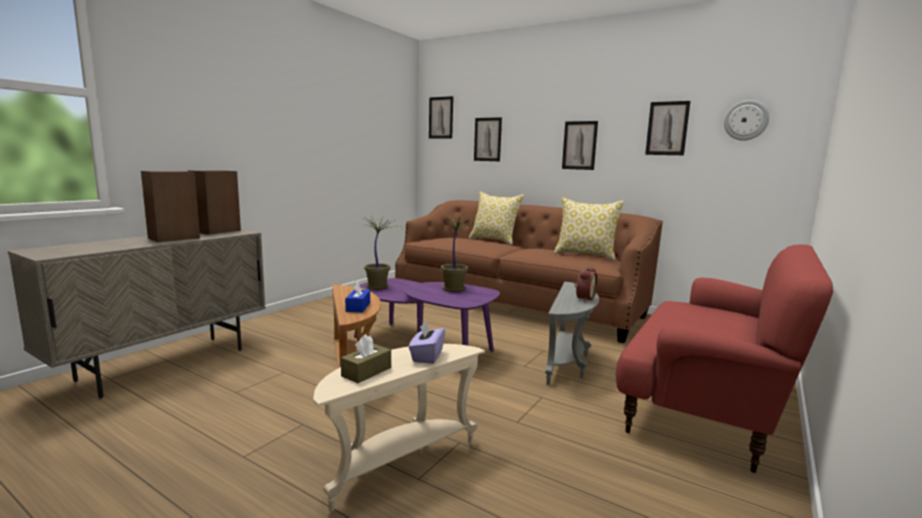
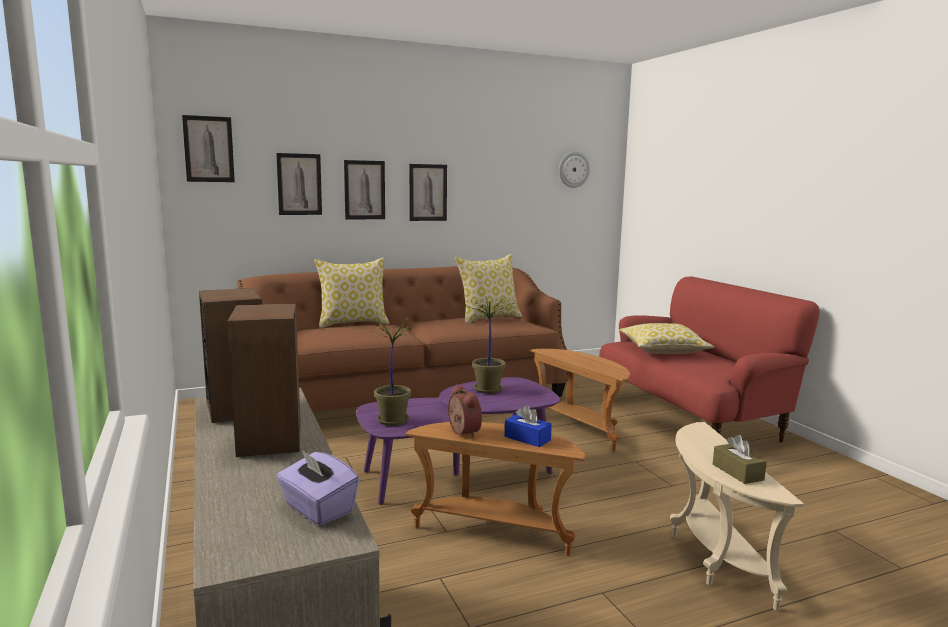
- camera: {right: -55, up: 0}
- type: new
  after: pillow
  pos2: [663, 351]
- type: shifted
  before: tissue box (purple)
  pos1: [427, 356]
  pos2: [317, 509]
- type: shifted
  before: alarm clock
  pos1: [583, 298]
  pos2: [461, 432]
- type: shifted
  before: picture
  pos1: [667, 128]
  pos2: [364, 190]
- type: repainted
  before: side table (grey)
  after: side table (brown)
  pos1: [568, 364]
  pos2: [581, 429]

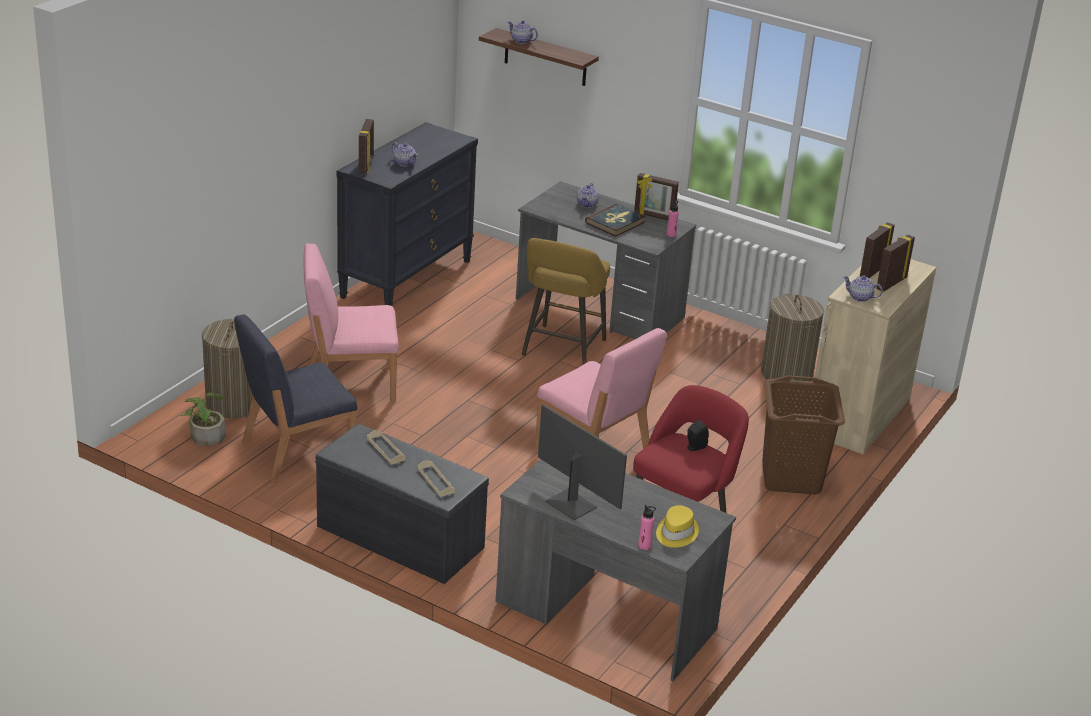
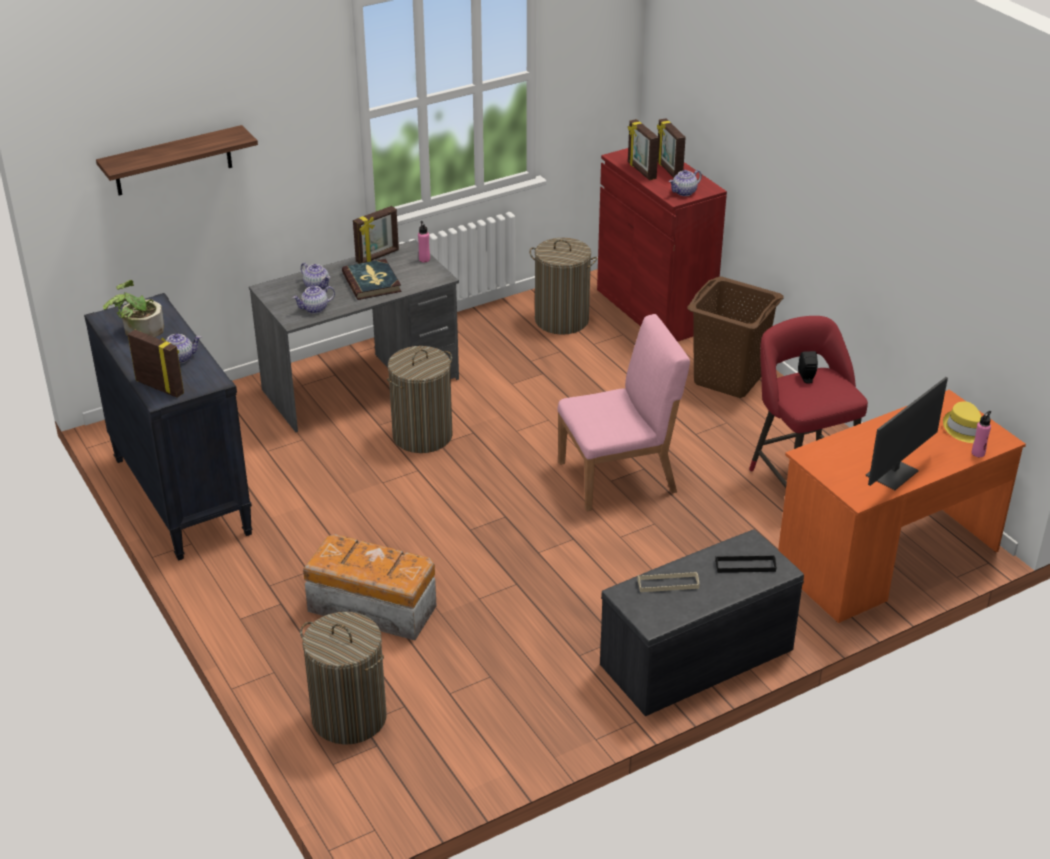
- camera: {right: -60, up: 5}
- type: gone
  before: chair (blue)
  pos1: [296, 451]
- type: shifted
  before: potted plant
  pos1: [205, 434]
  pos2: [138, 330]
- type: shifted
  before: teapot
  pos1: [521, 41]
  pos2: [314, 309]
- type: swapped
  before: chair (pink)
  after: storage box
  pos1: [350, 382]
  pos2: [372, 607]
- type: swapped
  before: stool (yellow)
  after: laundry basket
  pos1: [562, 351]
  pos2: [422, 436]
- type: repainted
  before: tray (beige)
  after: tray (black)
  pos1: [435, 481]
  pos2: [745, 566]
- type: repainted
  before: desk (grey)
  after: desk (orange)
  pos1: [605, 615]
  pos2: [887, 559]
- type: repainted
  before: cabinet (beige)
  after: cabinet (red)
  pos1: [858, 416]
  pos2: [655, 309]
- type: rotated
  before: monitor
  pos1: [571, 504]
  pos2: [893, 474]
  turn: 150

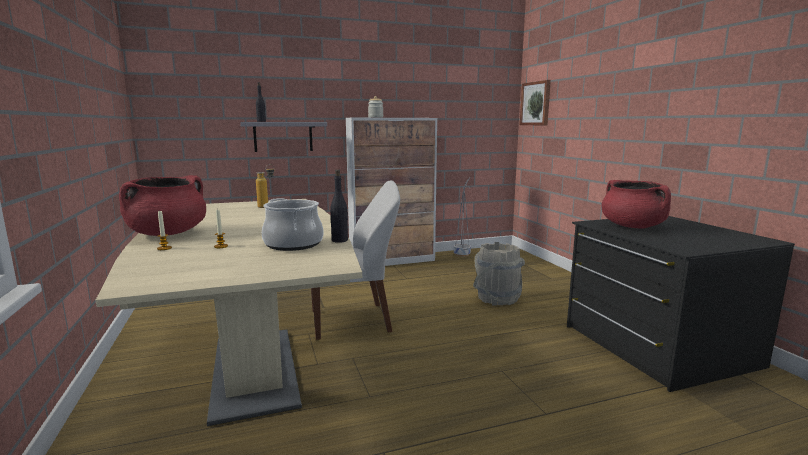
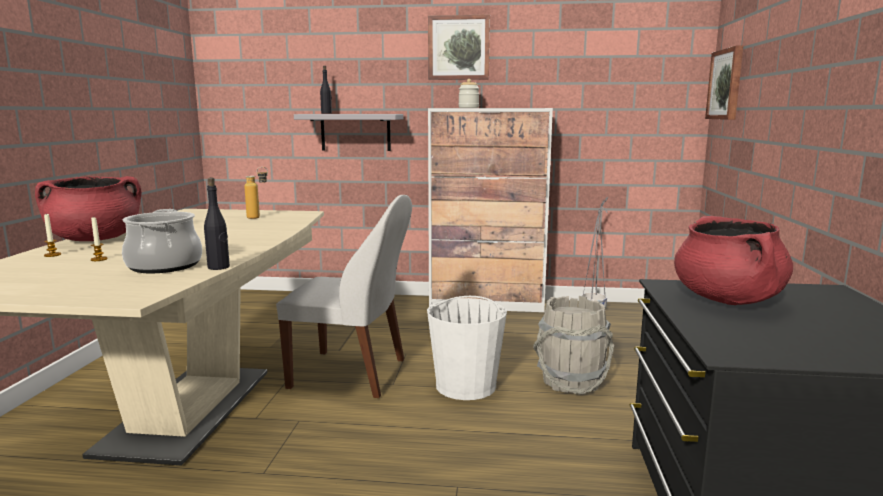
- camera: {right: 25, up: 0}
- type: new
  after: bucket (white)
  pos2: [466, 385]
- type: new
  after: picture
  pos2: [459, 48]

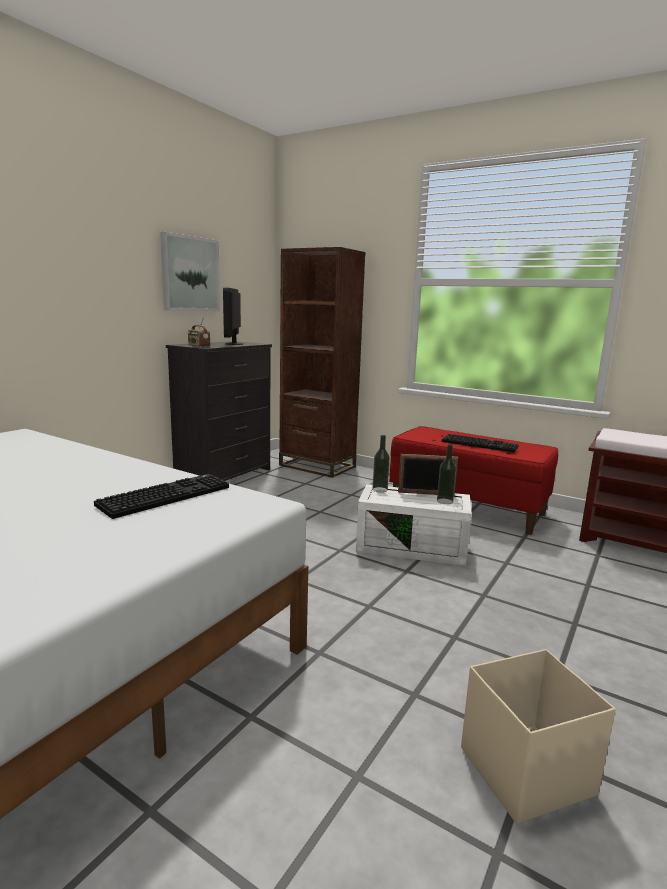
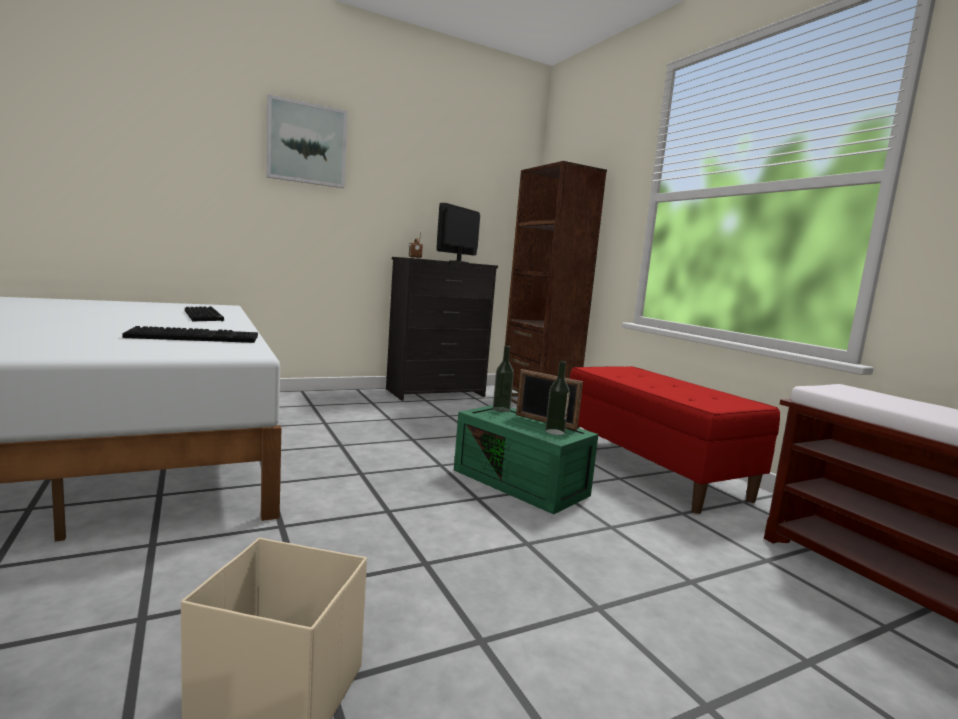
- camera: {right: 30, up: -5}
- type: shifted
  before: picture
  pos1: [190, 274]
  pos2: [306, 144]
- type: shifted
  before: keyboard
  pos1: [480, 444]
  pos2: [205, 316]
- type: repainted
  before: storage box (white)
  after: storage box (green)
  pos1: [413, 546]
  pos2: [522, 483]

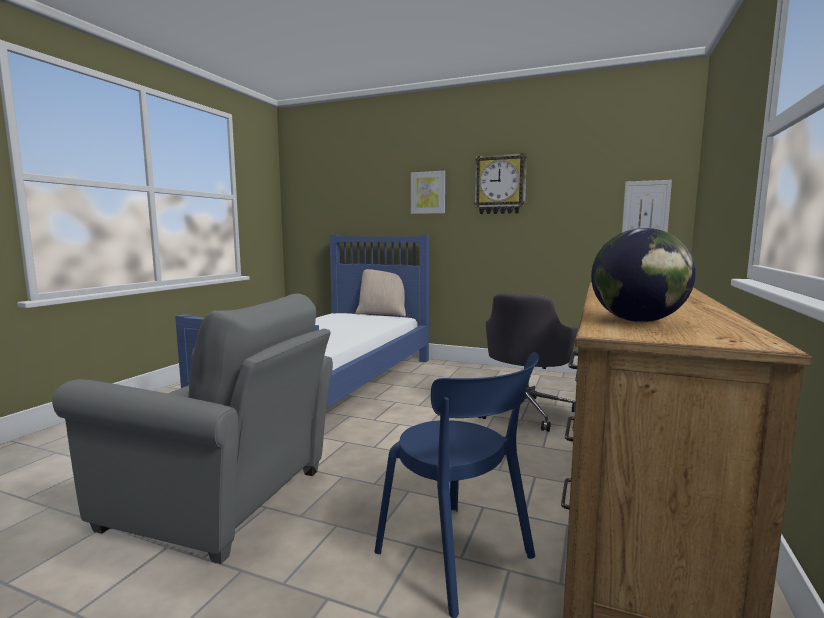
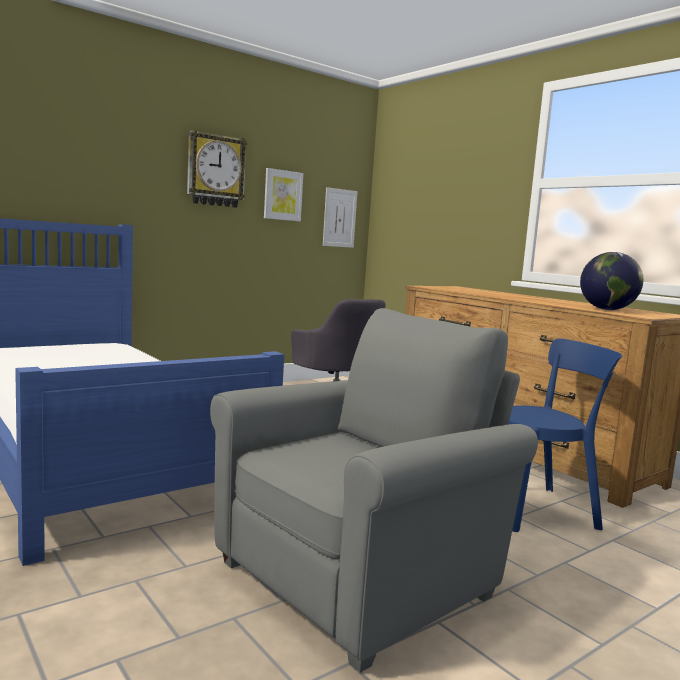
- camera: {right: -60, up: 0}
- type: gone
  before: pillow (beige)
  pos1: [383, 314]
- type: shifted
  before: picture
  pos1: [428, 192]
  pos2: [282, 195]

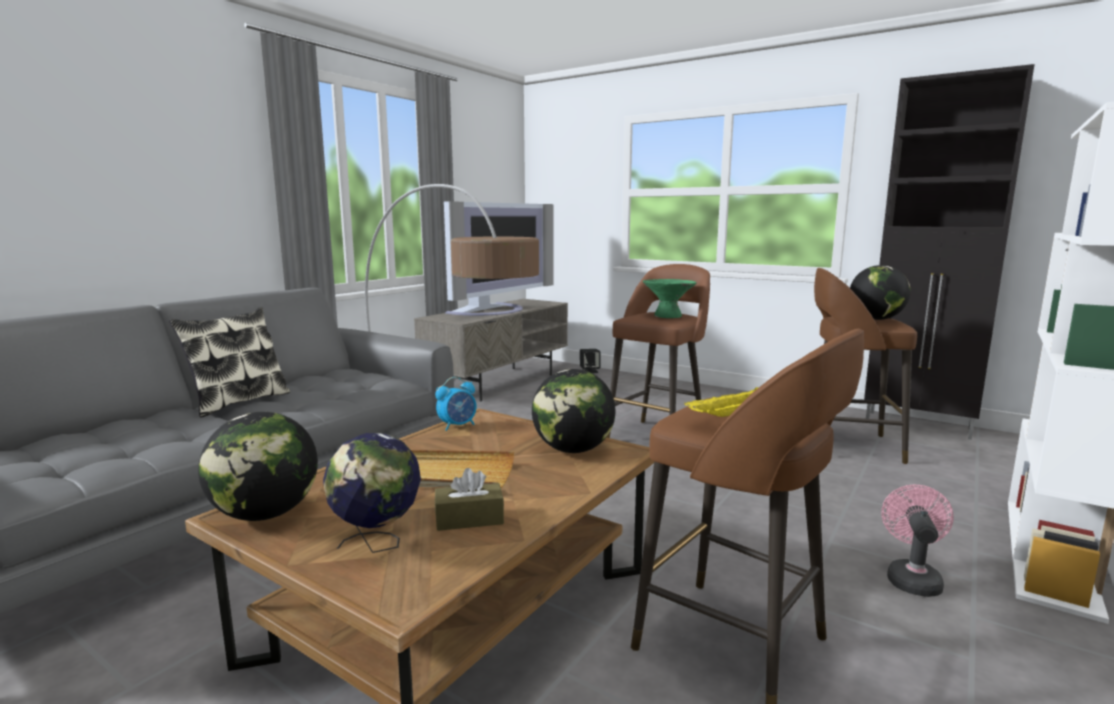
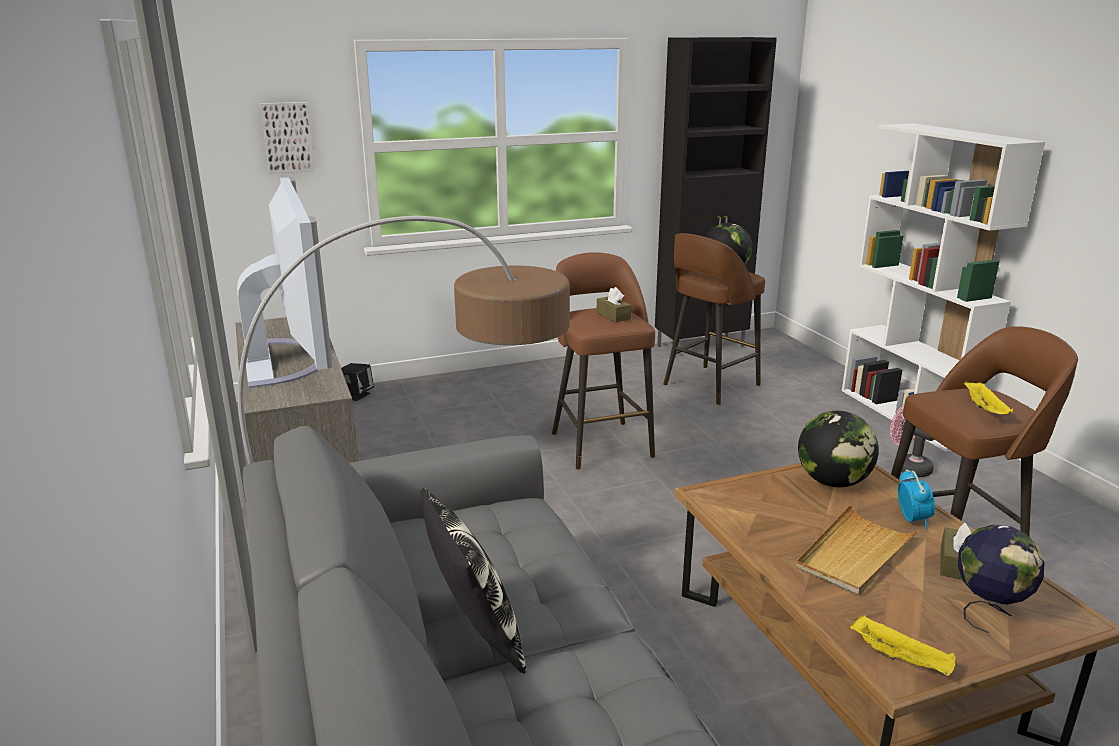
- camera: {right: -55, up: 10}
- type: new
  after: picture
  pos2: [287, 137]
- type: shifted
  before: alarm clock
  pos1: [458, 426]
  pos2: [912, 519]
- type: swapped
  before: globe
  after: tray (yellow)
  pos1: [265, 514]
  pos2: [901, 659]
- type: swapped
  before: bowl (green)
  after: tissue box (brown)
  pos1: [667, 316]
  pos2: [613, 316]

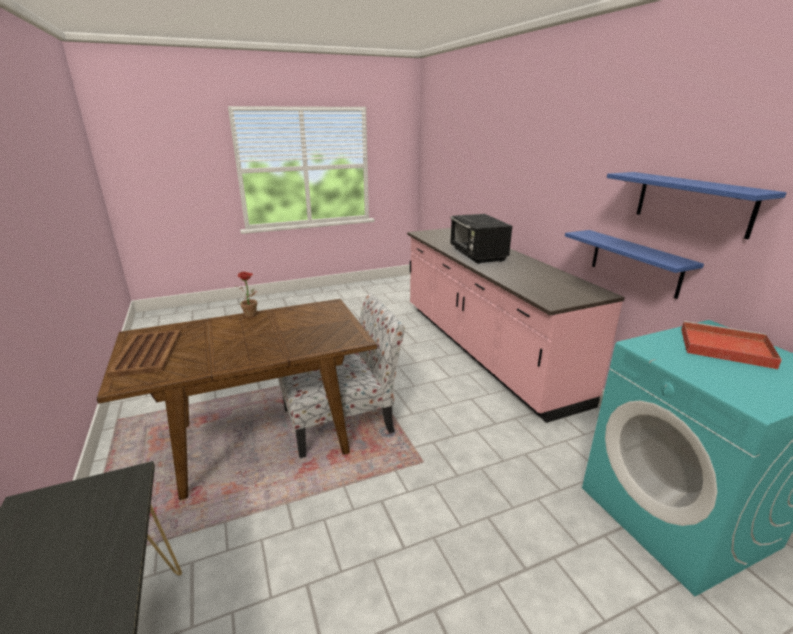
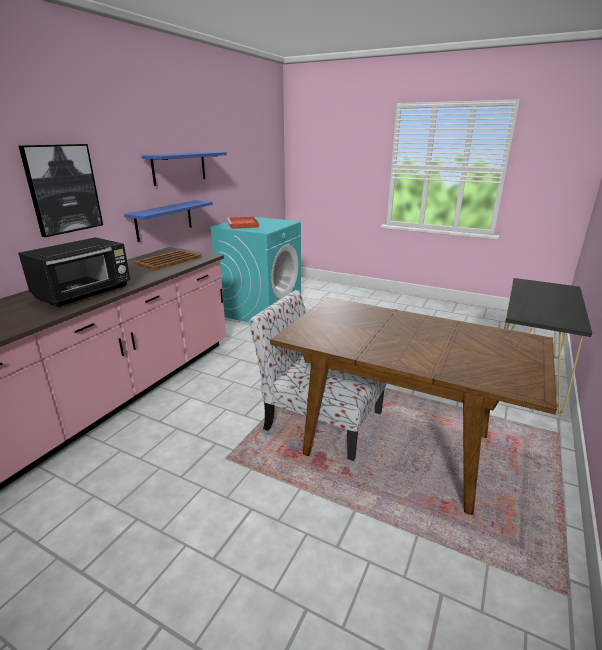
- camera: {right: -130, up: 0}
- type: gone
  before: potted plant
  pos1: [252, 316]
- type: new
  after: picture
  pos2: [63, 189]
- type: shifted
  before: tray (brown)
  pos1: [148, 352]
  pos2: [167, 261]

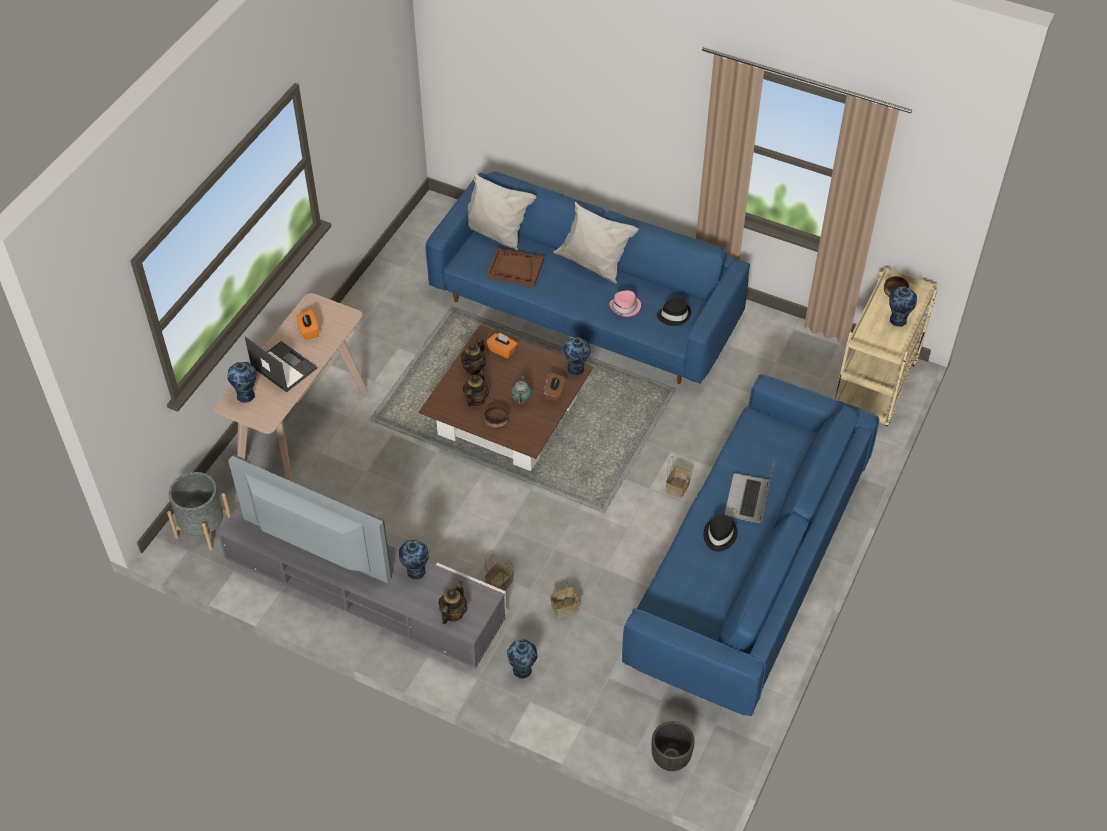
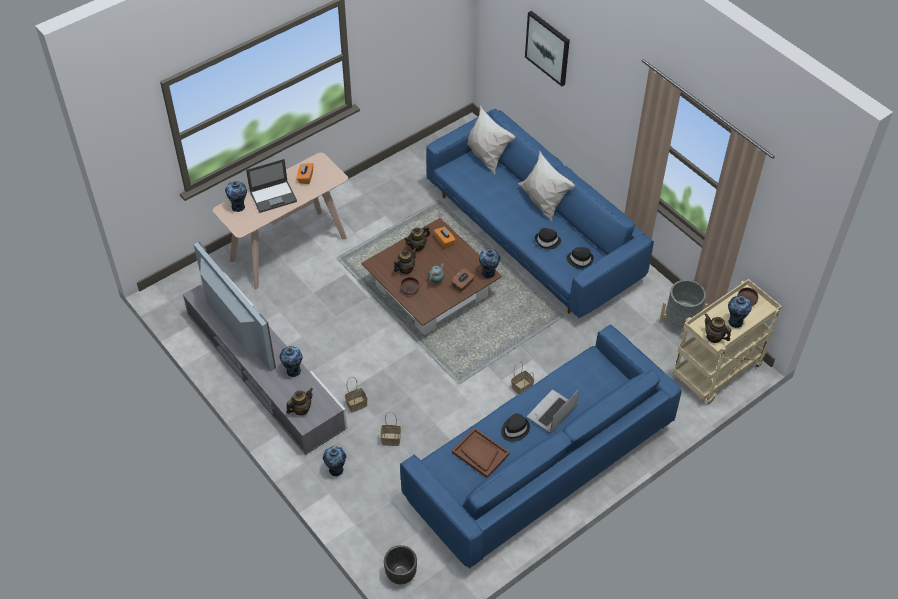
- camera: {right: 25, up: 0}
- type: new
  after: picture
  pos2: [548, 47]
- type: new
  after: teapot
  pos2: [714, 337]
- type: shifted
  before: planter (grey)
  pos1: [203, 528]
  pos2: [680, 322]
- type: shifted
  before: tray (brown)
  pos1: [515, 269]
  pos2: [480, 453]
- type: repainted
  before: hat (pink)
  after: hat (black)
  pos1: [625, 307]
  pos2: [547, 241]
- type: rotated
  before: laptop
  pos1: [283, 367]
  pos2: [273, 196]
  turn: 90

